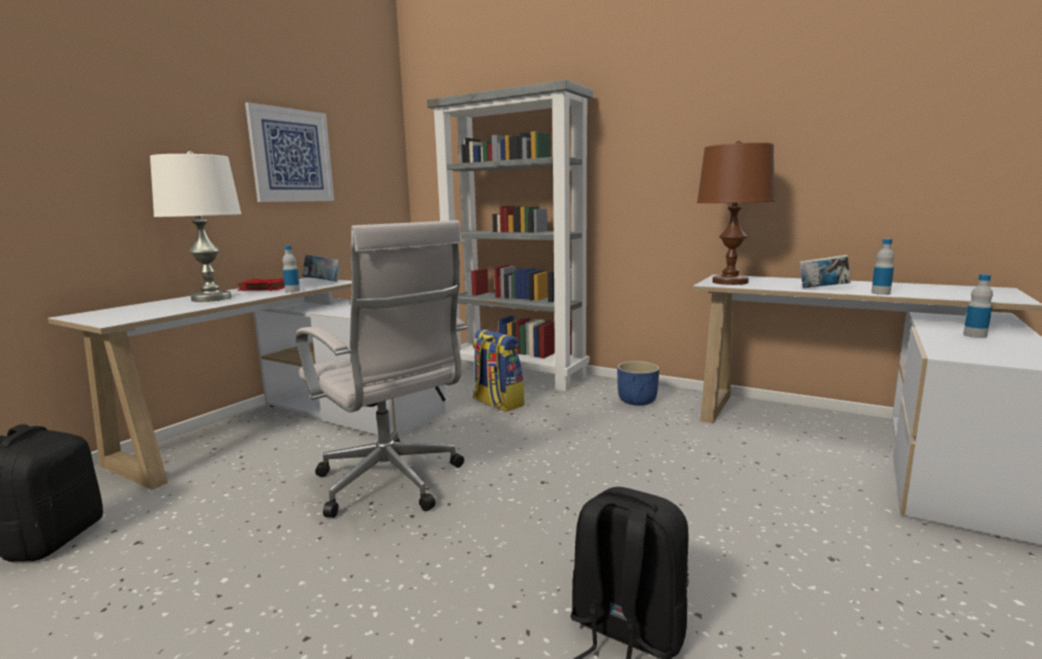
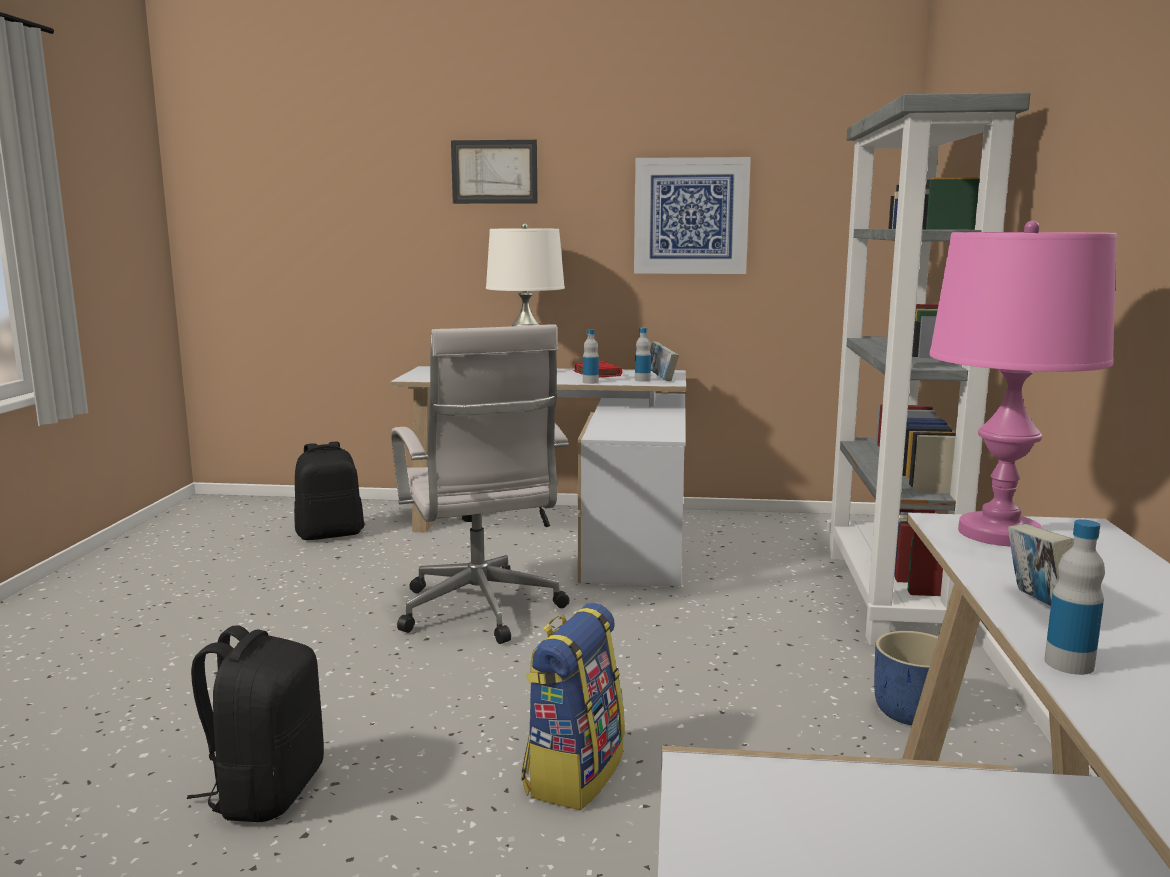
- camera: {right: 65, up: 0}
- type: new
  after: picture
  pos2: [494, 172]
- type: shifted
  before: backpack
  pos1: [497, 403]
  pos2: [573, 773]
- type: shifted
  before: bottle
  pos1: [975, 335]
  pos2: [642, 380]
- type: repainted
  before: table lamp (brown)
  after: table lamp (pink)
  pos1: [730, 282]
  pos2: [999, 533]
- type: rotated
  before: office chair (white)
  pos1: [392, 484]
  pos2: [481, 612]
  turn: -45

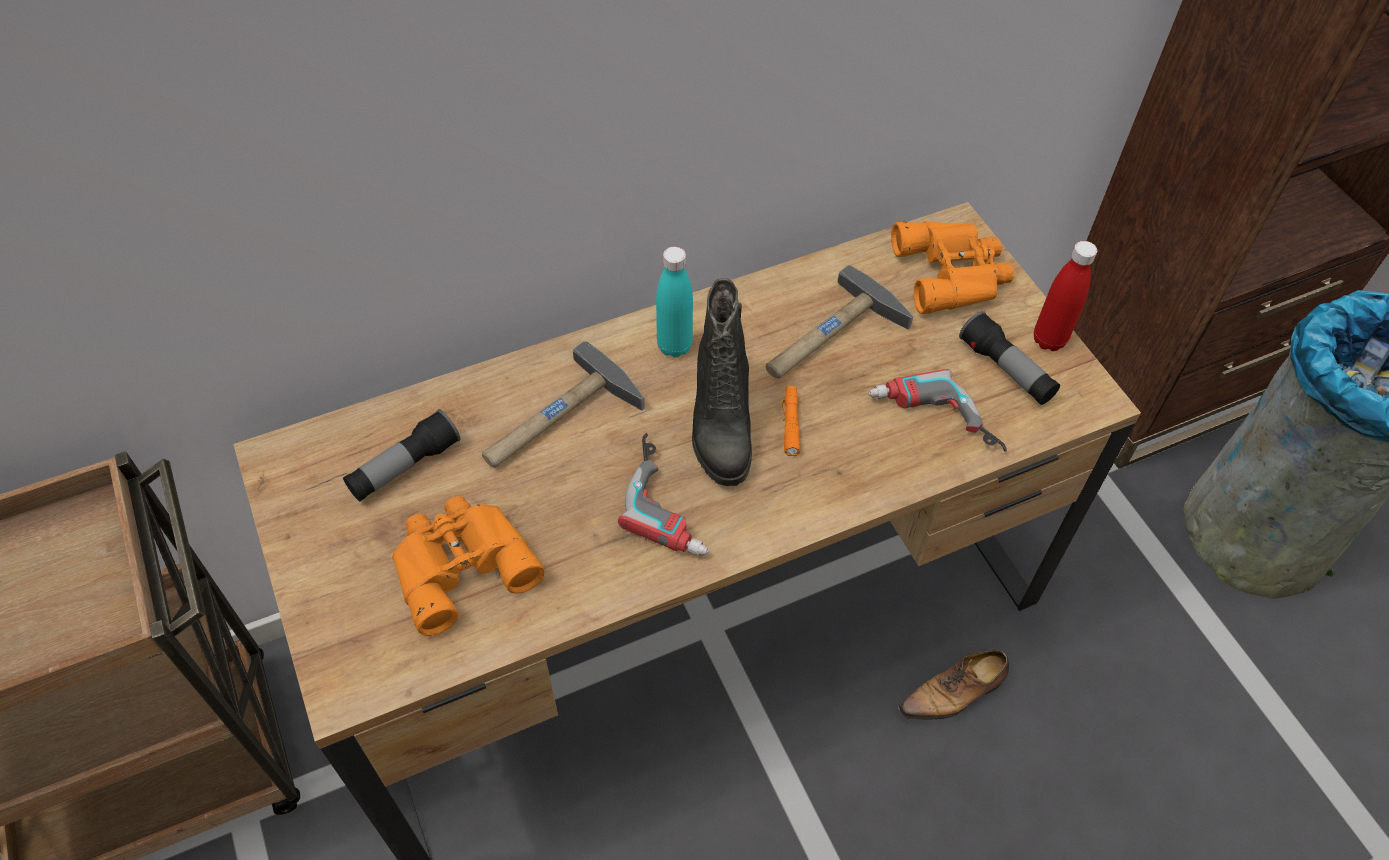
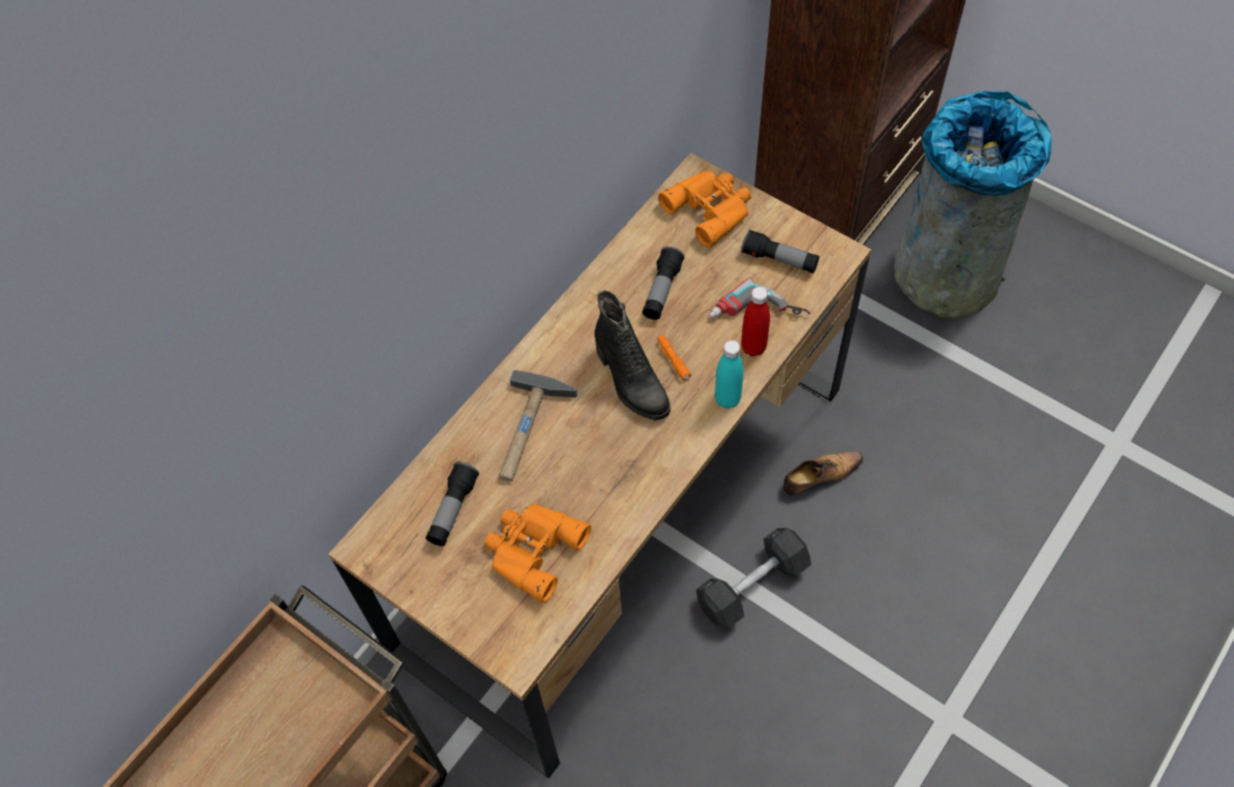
- camera: {right: -25, up: 5}
- type: gone
  before: power drill
  pos1: [673, 500]
- type: new
  after: dumbbell (grey)
  pos2: [752, 585]
- type: shifted
  before: bottle (turquoise)
  pos1: [674, 346]
  pos2: [727, 399]
- type: shifted
  before: bottle (red)
  pos1: [1049, 340]
  pos2: [753, 347]
- type: swapped
  before: hammer
  after: flashlight
  pos1: [830, 338]
  pos2: [662, 290]
- type: rotated
  before: shoe
  pos1: [954, 693]
  pos2: [819, 476]
  turn: -150

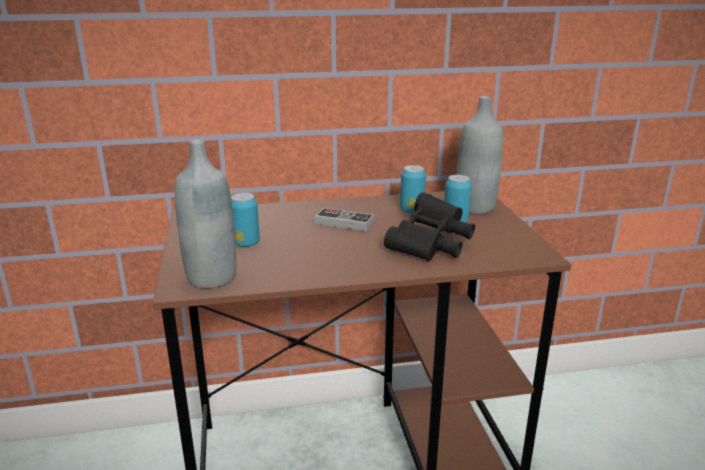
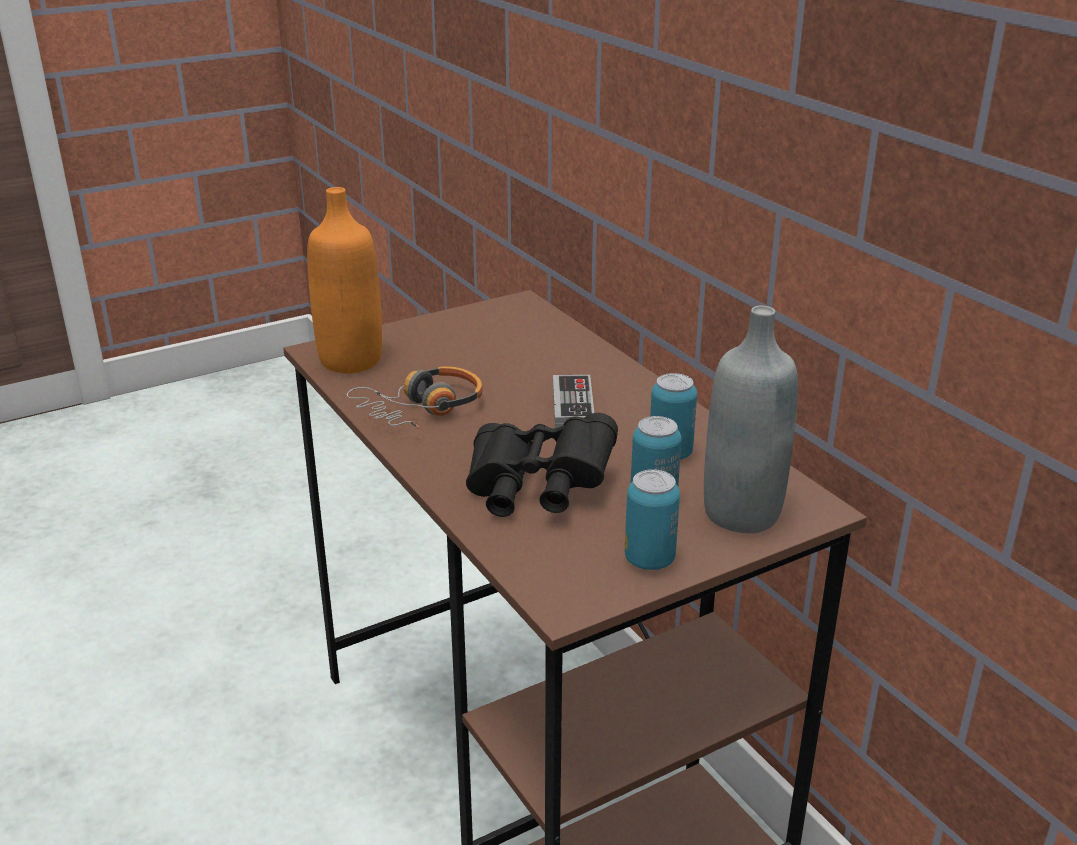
- camera: {right: 70, up: 5}
- type: new
  after: headphones
  pos2: [422, 409]
- type: shifted
  before: can
  pos1: [246, 243]
  pos2: [649, 559]
- type: repainted
  before: bottle (grey)
  after: bottle (orange)
  pos1: [211, 278]
  pos2: [350, 361]

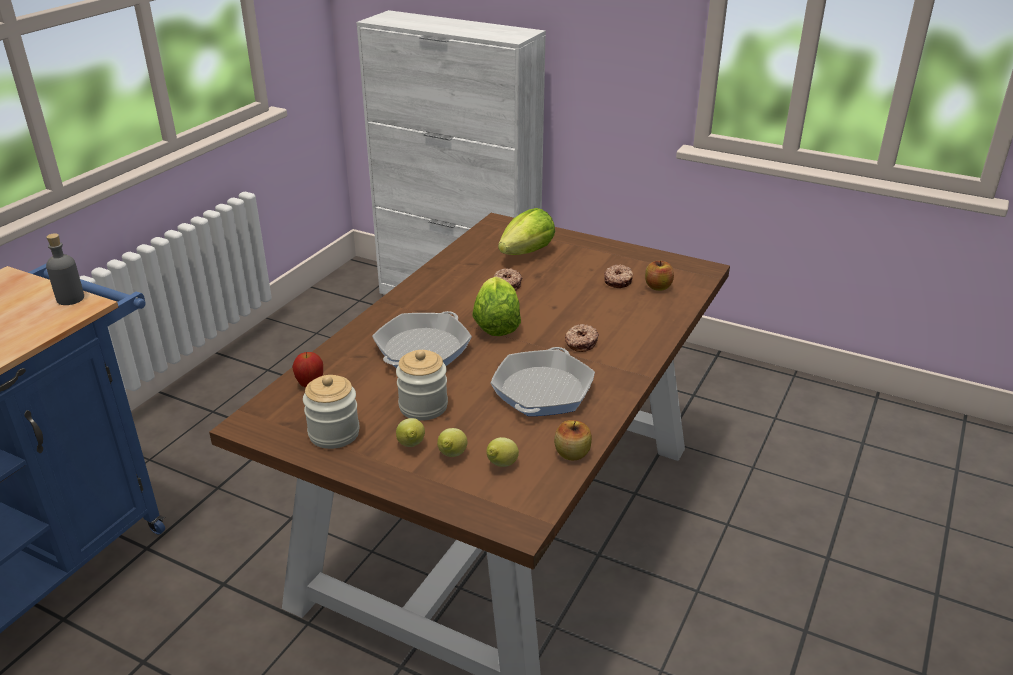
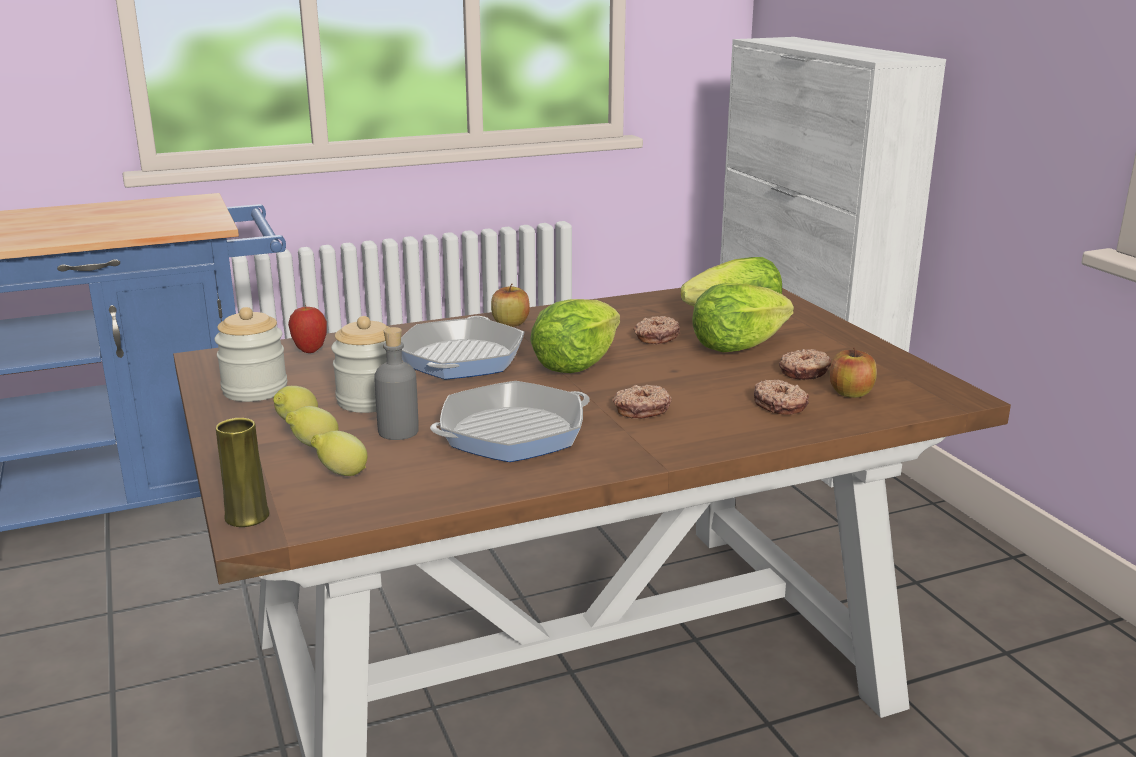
- camera: {right: 40, up: -10}
- type: new
  after: vase (yellow)
  pos2: [247, 517]
- type: new
  after: lettuce
  pos2: [736, 346]
- type: new
  after: donut
  pos2: [780, 405]
- type: shifted
  before: bottle (grey)
  pos1: [70, 298]
  pos2: [398, 431]
- type: shifted
  before: apple
  pos1: [572, 453]
  pos2: [510, 323]
- type: rotated
  before: frying pan
  pos1: [422, 349]
  pos2: [461, 358]
  turn: 120

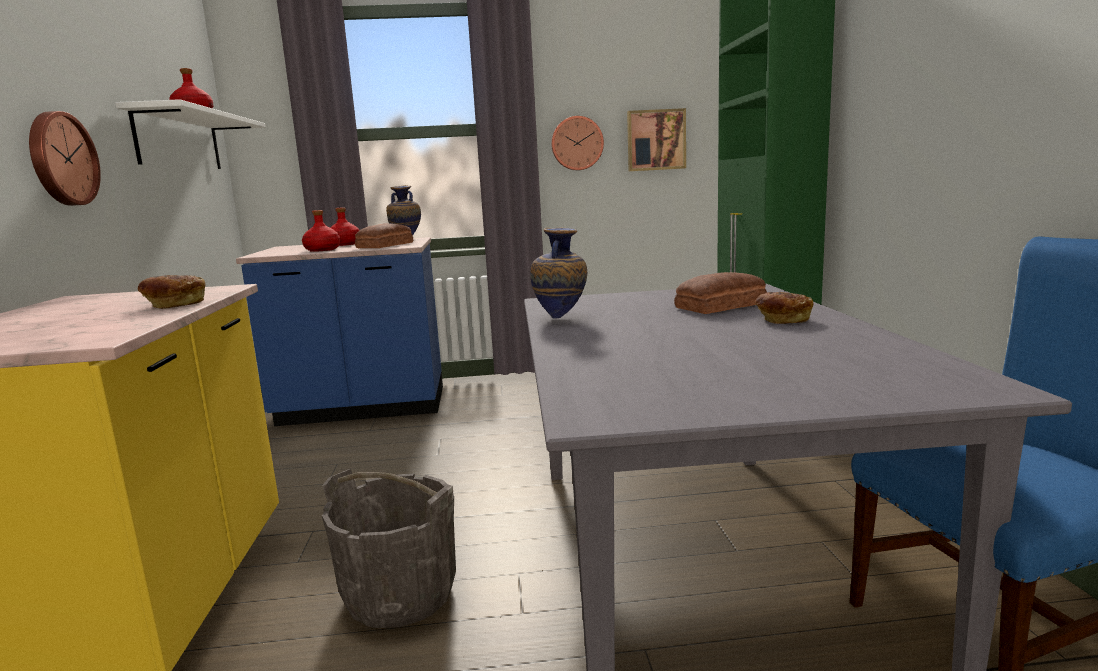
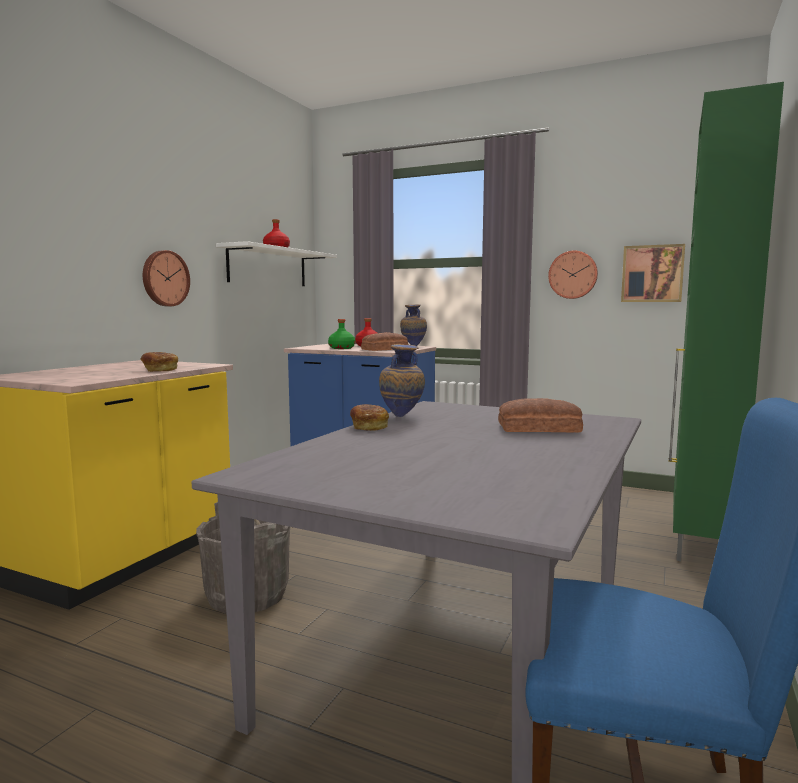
- camera: {right: 30, up: -5}
- type: shifted
  before: bread
  pos1: [782, 319]
  pos2: [369, 427]
- type: repainted
  before: bottle (red)
  after: bottle (green)
  pos1: [322, 250]
  pos2: [341, 348]

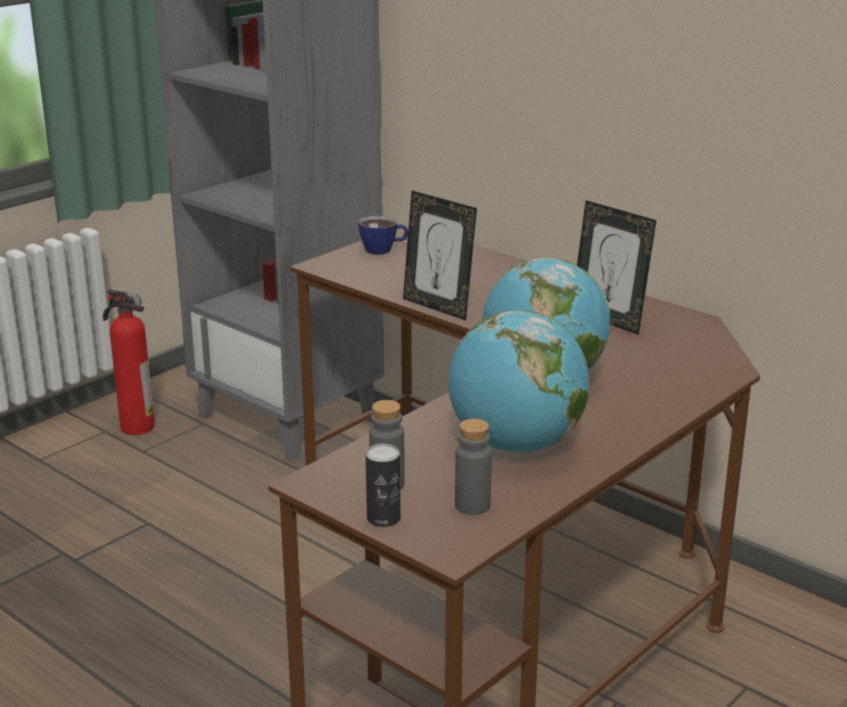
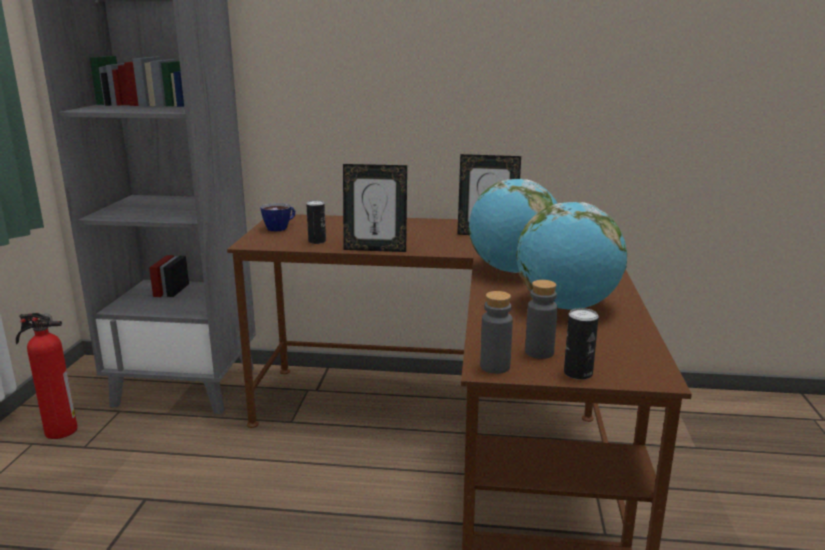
- camera: {right: -35, up: -5}
- type: new
  after: can
  pos2: [317, 241]
- type: shifted
  before: bottle (grey)
  pos1: [472, 505]
  pos2: [495, 367]

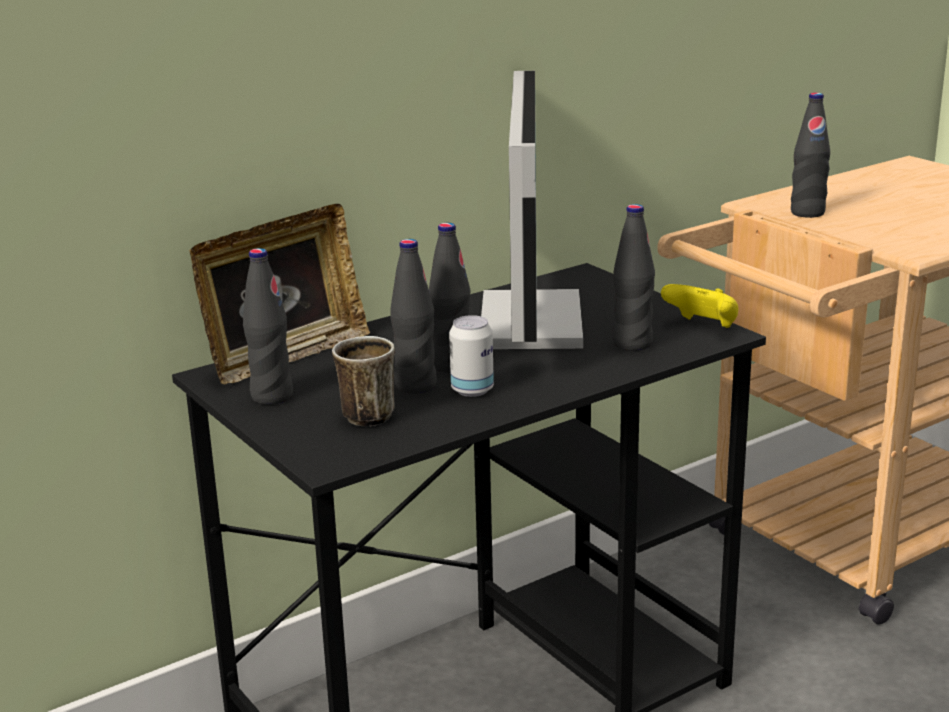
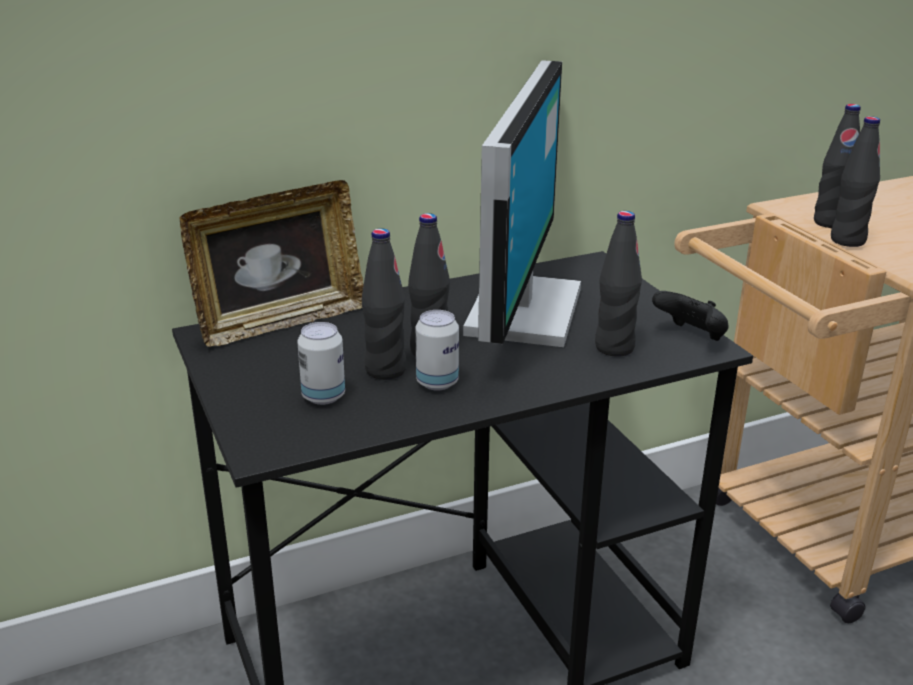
- camera: {right: 10, up: 5}
- type: shifted
  before: bottle (black)
  pos1: [271, 396]
  pos2: [847, 240]
- type: swapped
  before: mug
  after: can
  pos1: [364, 413]
  pos2: [323, 396]
- type: repainted
  before: game controller (yellow)
  after: game controller (black)
  pos1: [702, 327]
  pos2: [691, 336]

